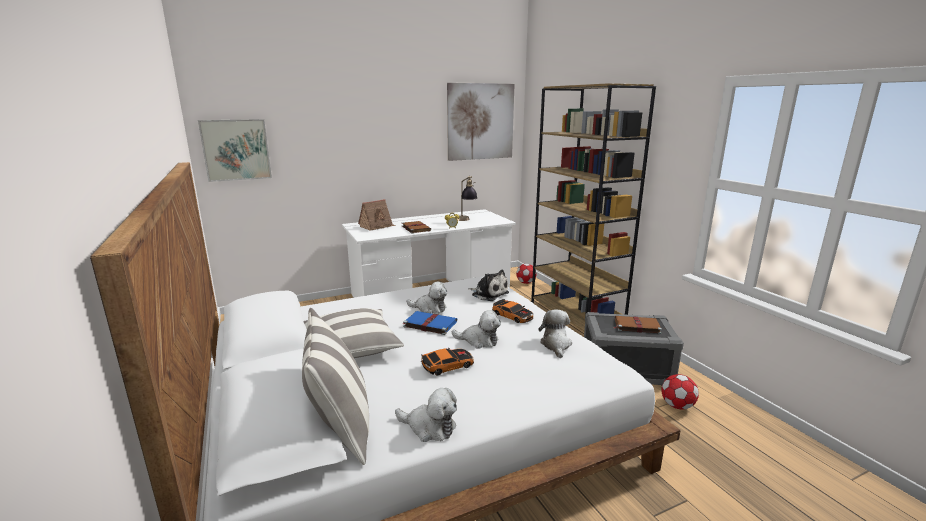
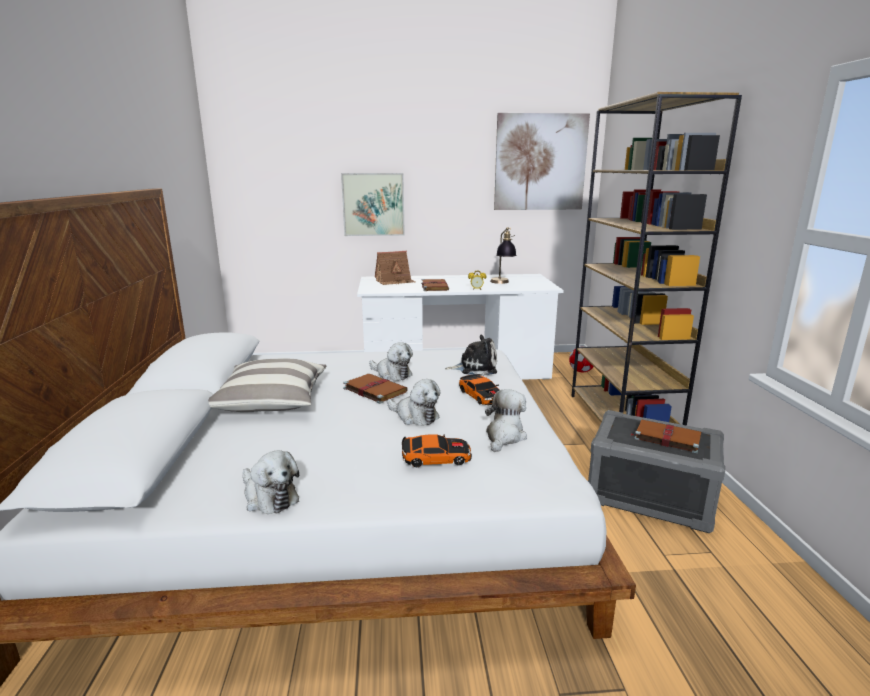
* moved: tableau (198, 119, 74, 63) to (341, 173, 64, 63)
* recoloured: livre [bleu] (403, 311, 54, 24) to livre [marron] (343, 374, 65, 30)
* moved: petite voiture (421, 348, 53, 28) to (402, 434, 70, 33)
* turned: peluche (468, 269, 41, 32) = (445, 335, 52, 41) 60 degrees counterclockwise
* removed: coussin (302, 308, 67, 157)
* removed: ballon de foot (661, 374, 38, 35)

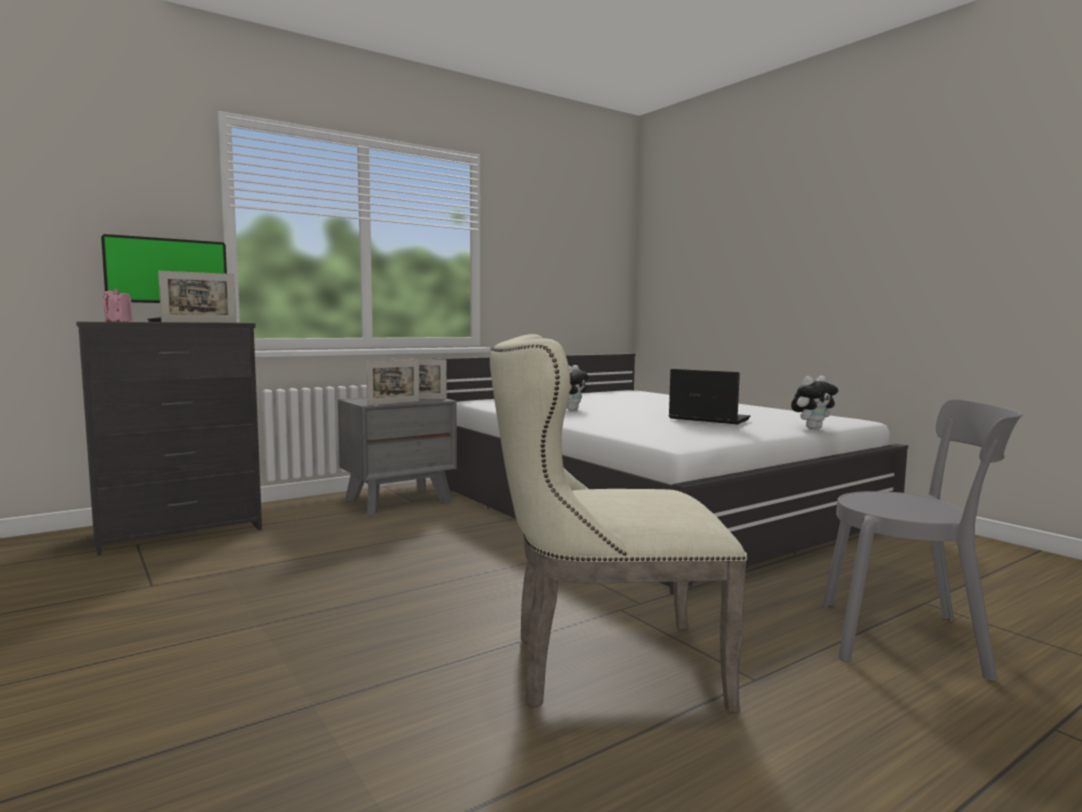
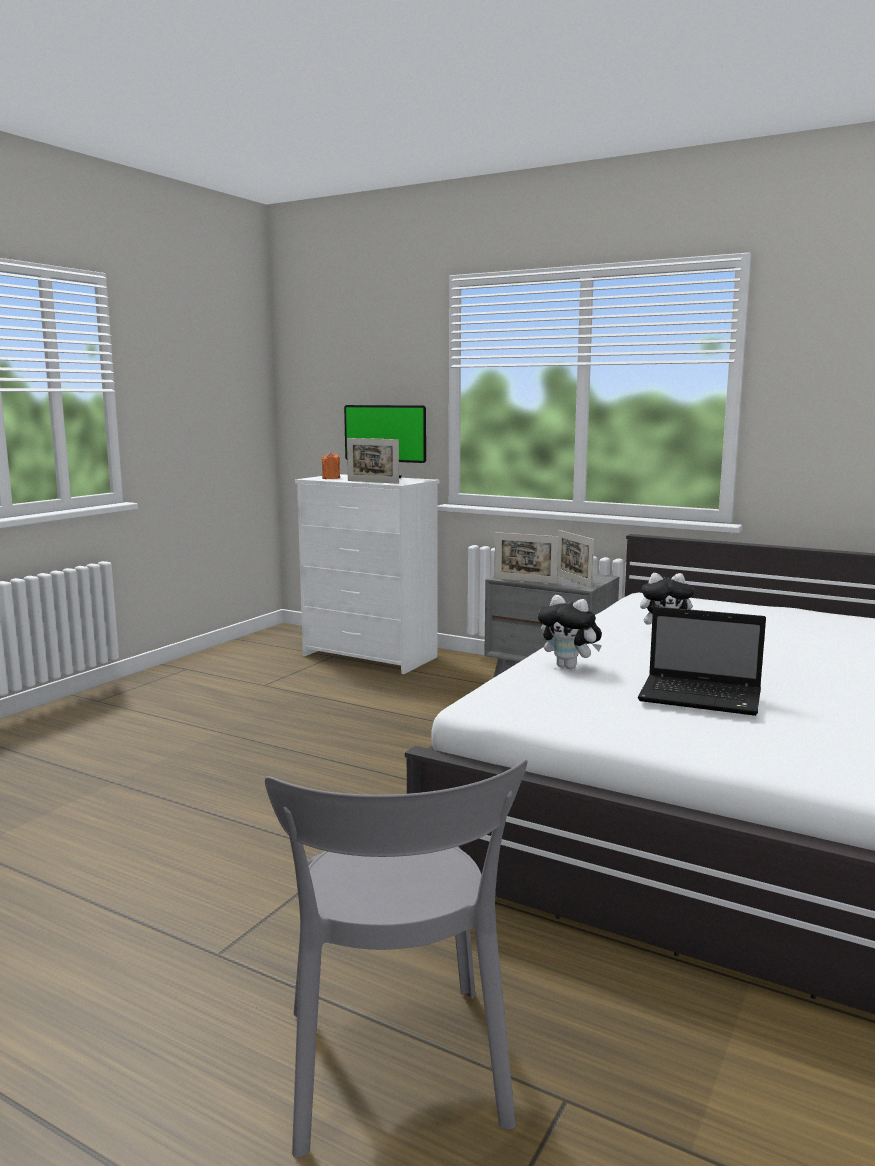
* recoloured: commode [noir] (76, 322, 186, 234) to commode [blanc] (295, 474, 145, 200)
* recoloured: bougie [rose] (102, 288, 31, 34) to bougie [orange] (321, 451, 19, 28)
* moved: peluche (791, 376, 47, 53) to (538, 595, 64, 74)
* turned: ordinateur portable (669, 369, 81, 55) = (638, 607, 128, 109) 105 degrees clockwise
* removed: chaise [beige] (490, 334, 258, 378)

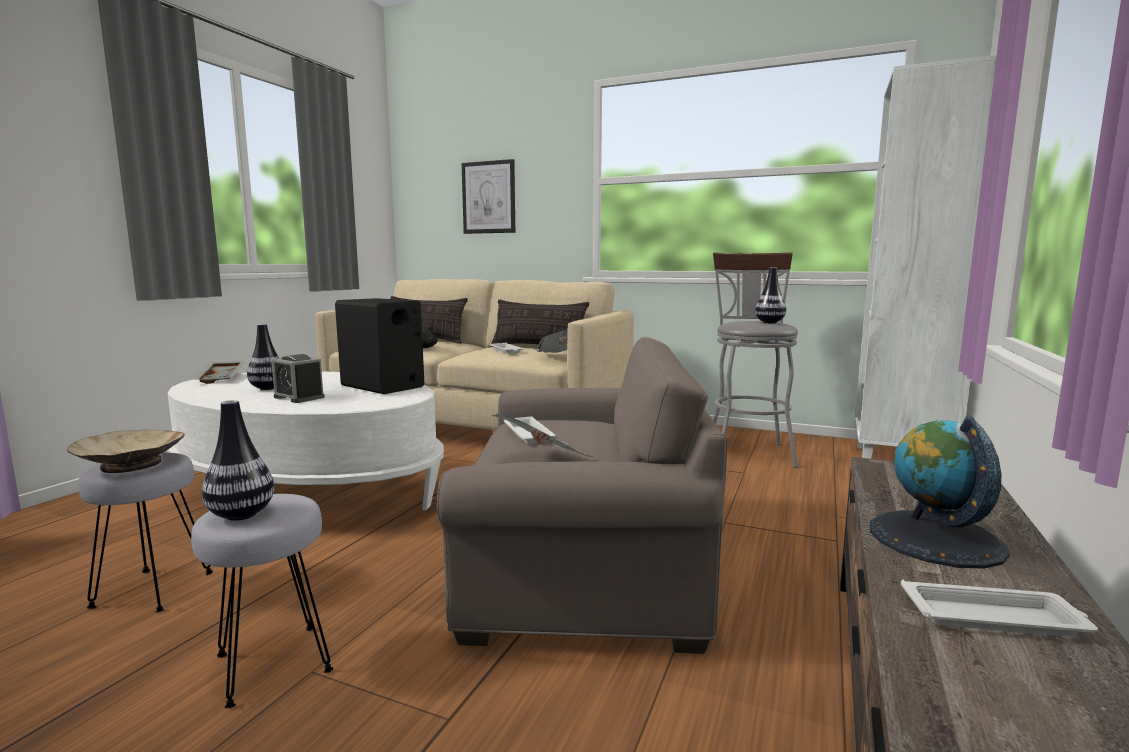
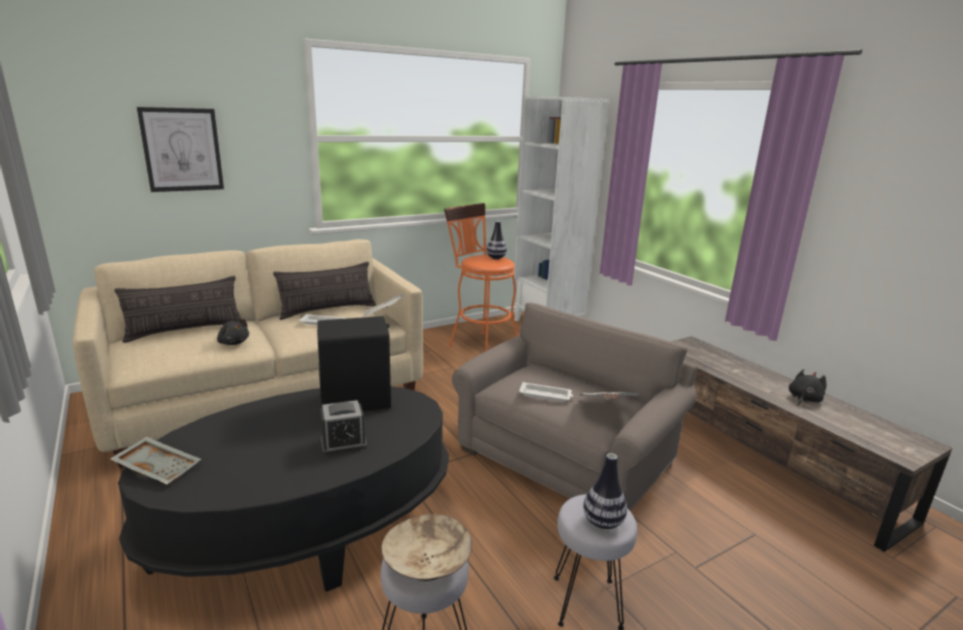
* recoloured: table basse [blanc] (167, 371, 277, 139) to table basse [noir] (118, 386, 331, 206)
* recoloured: tabouret [gris] (713, 253, 85, 215) to tabouret [orange] (444, 203, 74, 148)
* replaced: plateau [blanc] (901, 580, 197, 57) to peluche [noir] (789, 369, 37, 37)
* removed: vase (247, 324, 33, 66)
* removed: globe (870, 416, 140, 153)

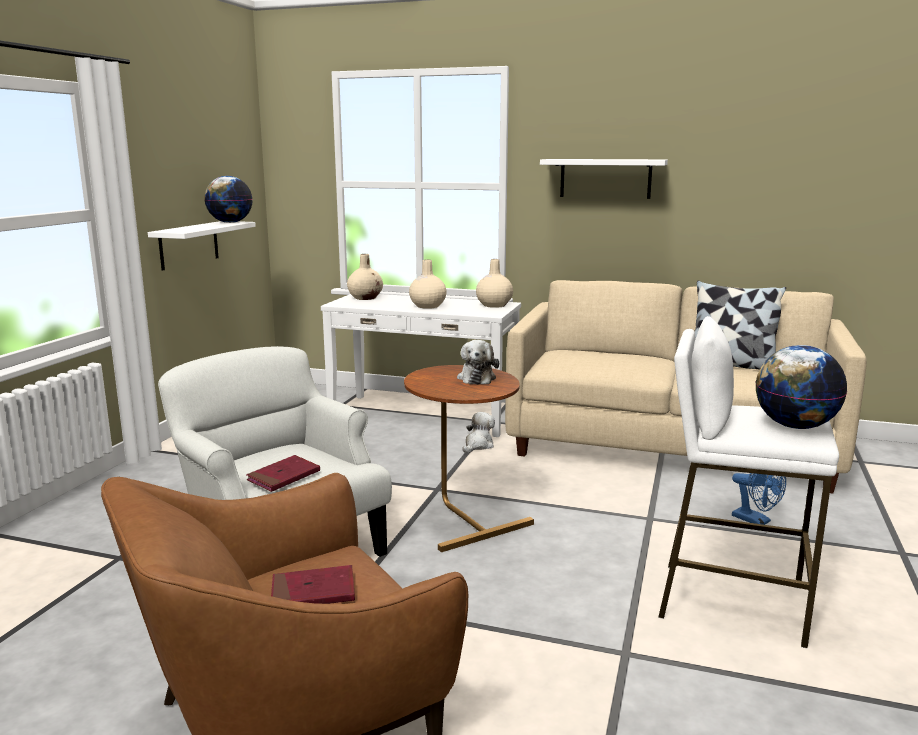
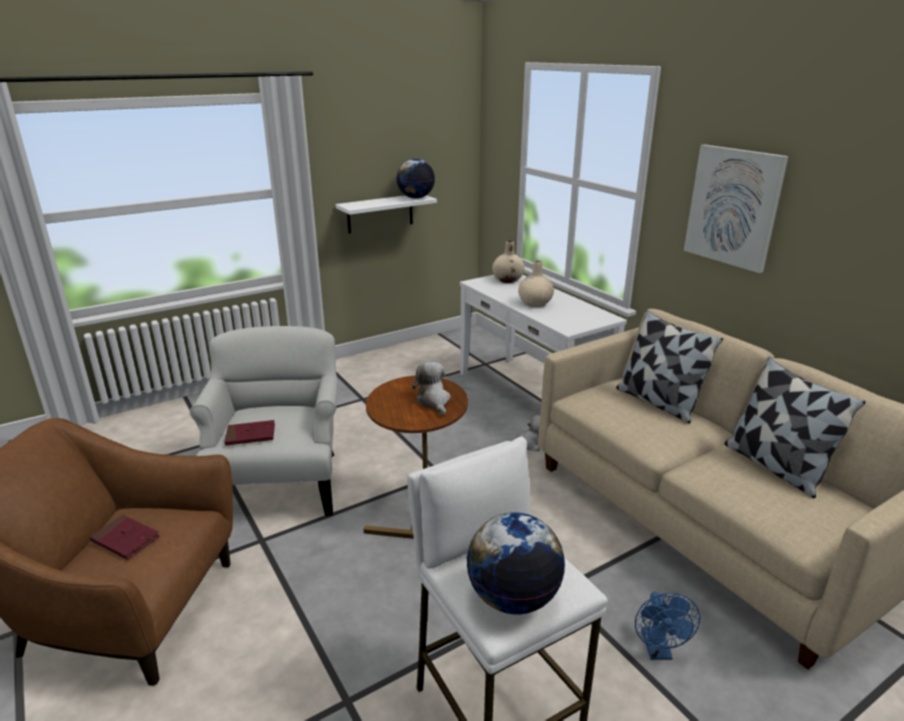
* turned: peluche (457, 340, 42, 44) = (412, 362, 39, 53) 120 degrees clockwise
* added: coussin (616, 310, 107, 114)
* replaced: étagère [blanc] (540, 159, 128, 40) to tableau (684, 145, 104, 128)
* removed: vase [beige] (476, 259, 37, 49)

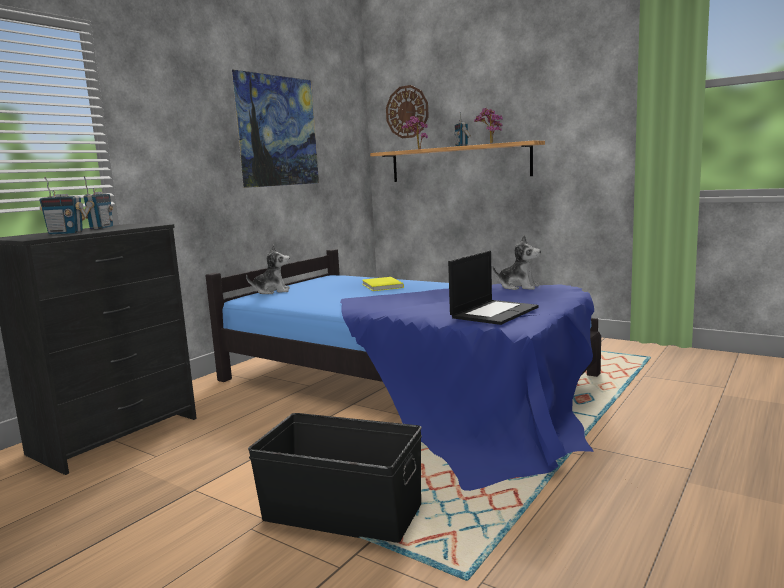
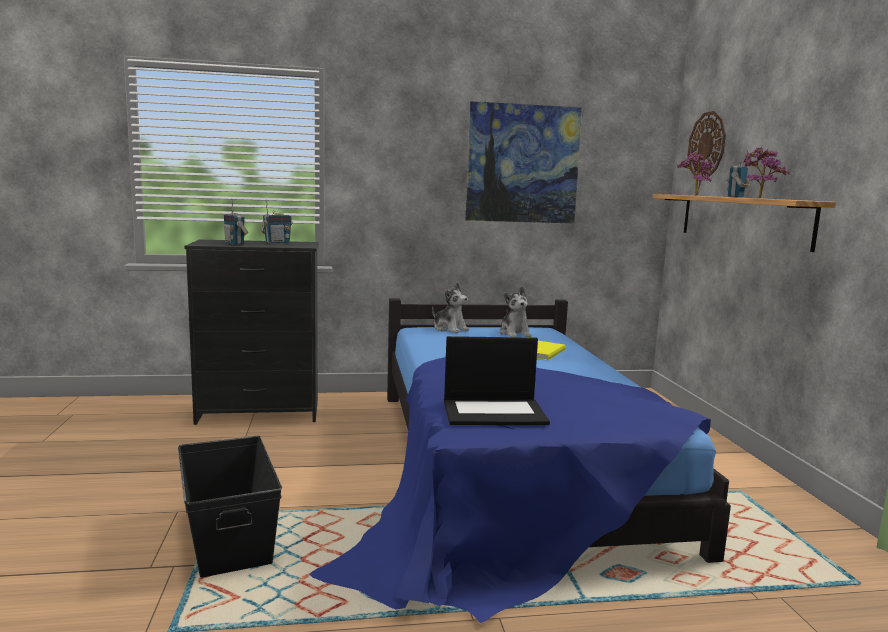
* moved: peluche (493, 235, 48, 55) to (499, 286, 32, 51)

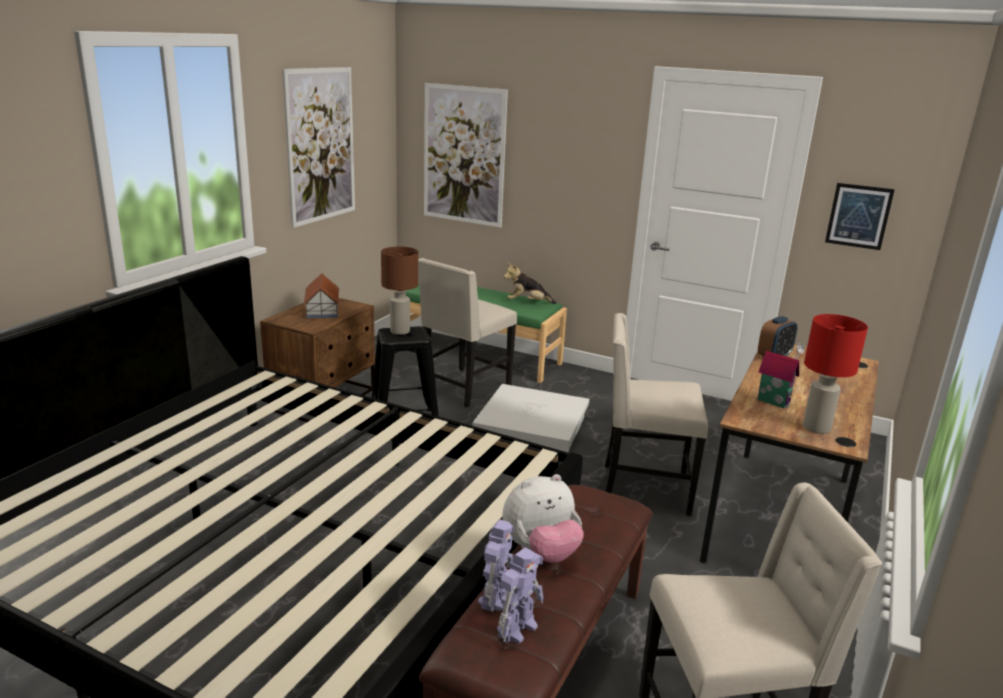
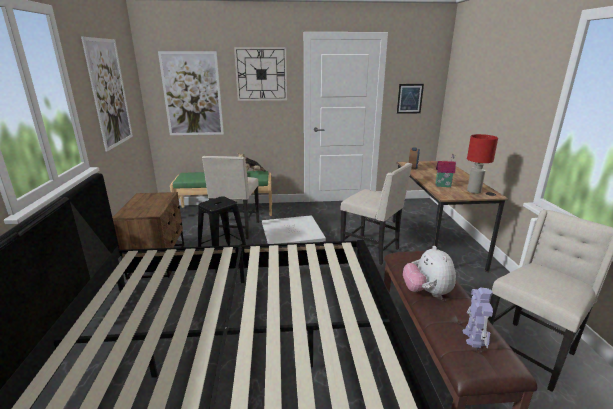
* added: horloge murale (234, 47, 53, 54)
* turned: chaise [beige] (605, 313, 103, 203) = (340, 163, 72, 102) 120 degrees counterclockwise
* turned: peluche (503, 474, 81, 89) = (403, 246, 53, 51) 135 degrees clockwise
* removed: maison miniature (303, 273, 36, 46)
* removed: lampe de table [marron] (381, 246, 37, 89)
* removed: robot jouet (478, 520, 36, 92)

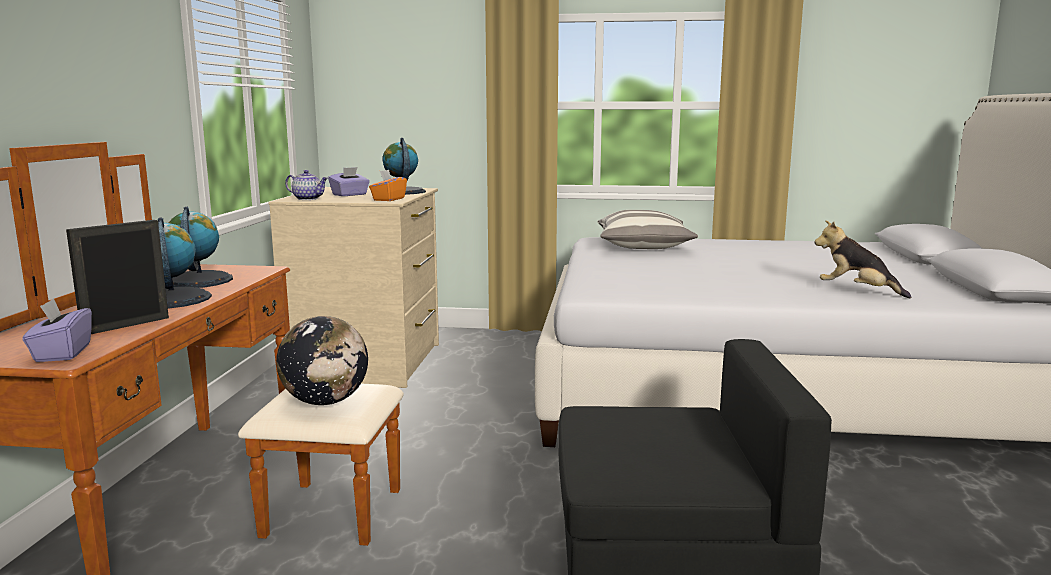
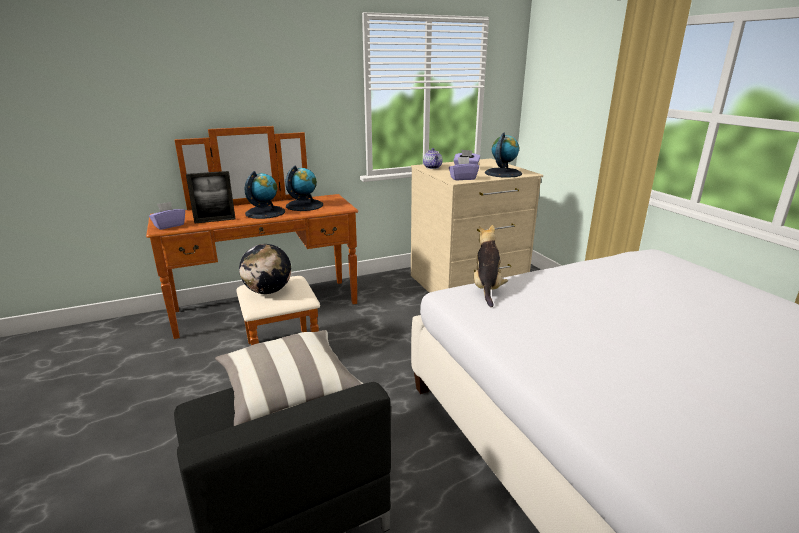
* turned: cadre photo (66, 220, 103, 114) = (186, 171, 49, 53) 150 degrees clockwise
* moved: coussin (598, 210, 100, 39) to (215, 330, 148, 96)
* recoloured: boîte à mouchoirs [orange] (369, 170, 38, 31) to boîte à mouchoirs [violet] (449, 157, 30, 23)
* moved: peluche (814, 220, 97, 78) to (474, 225, 34, 82)

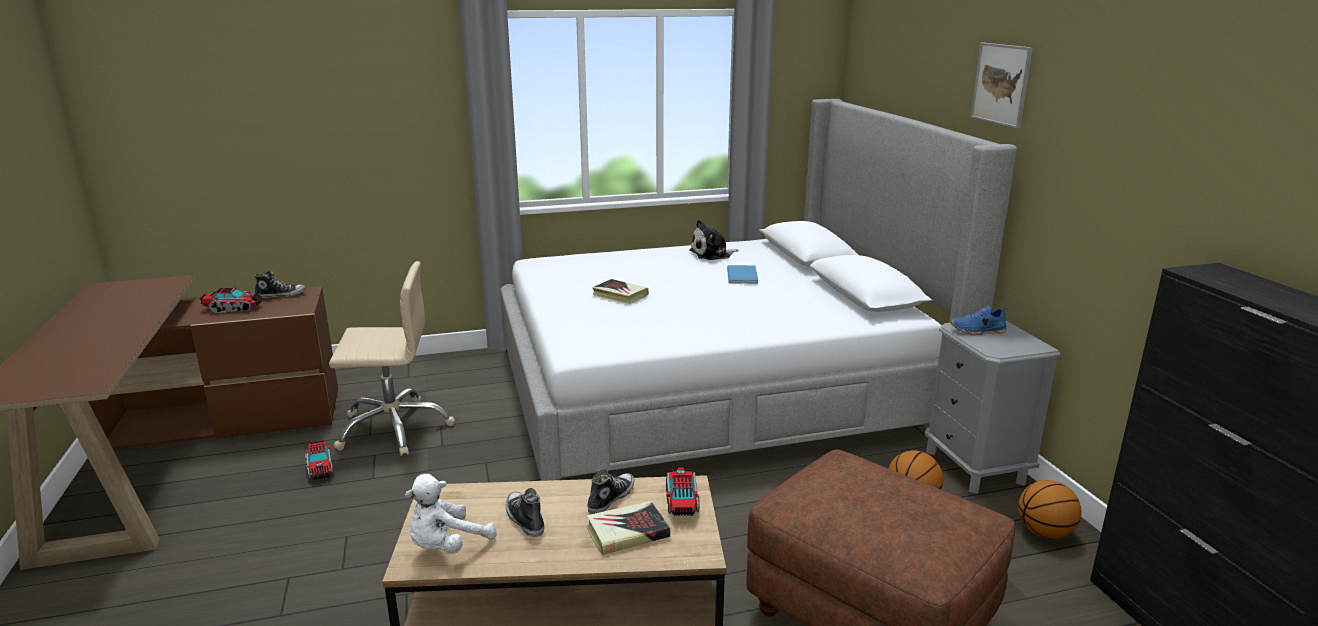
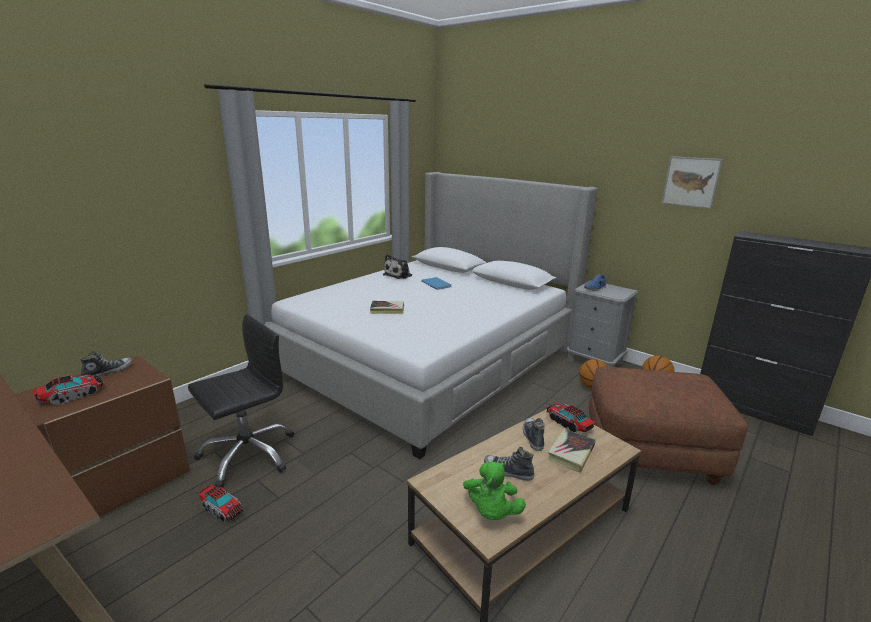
* recoloured: chaise de bureau [beige] (329, 261, 126, 195) to chaise de bureau [noir] (188, 314, 106, 174)
* recoloured: peluche [blanc] (405, 474, 92, 80) to peluche [vert] (463, 461, 63, 59)
* moved: tableau (971, 43, 62, 86) to (662, 156, 61, 53)

